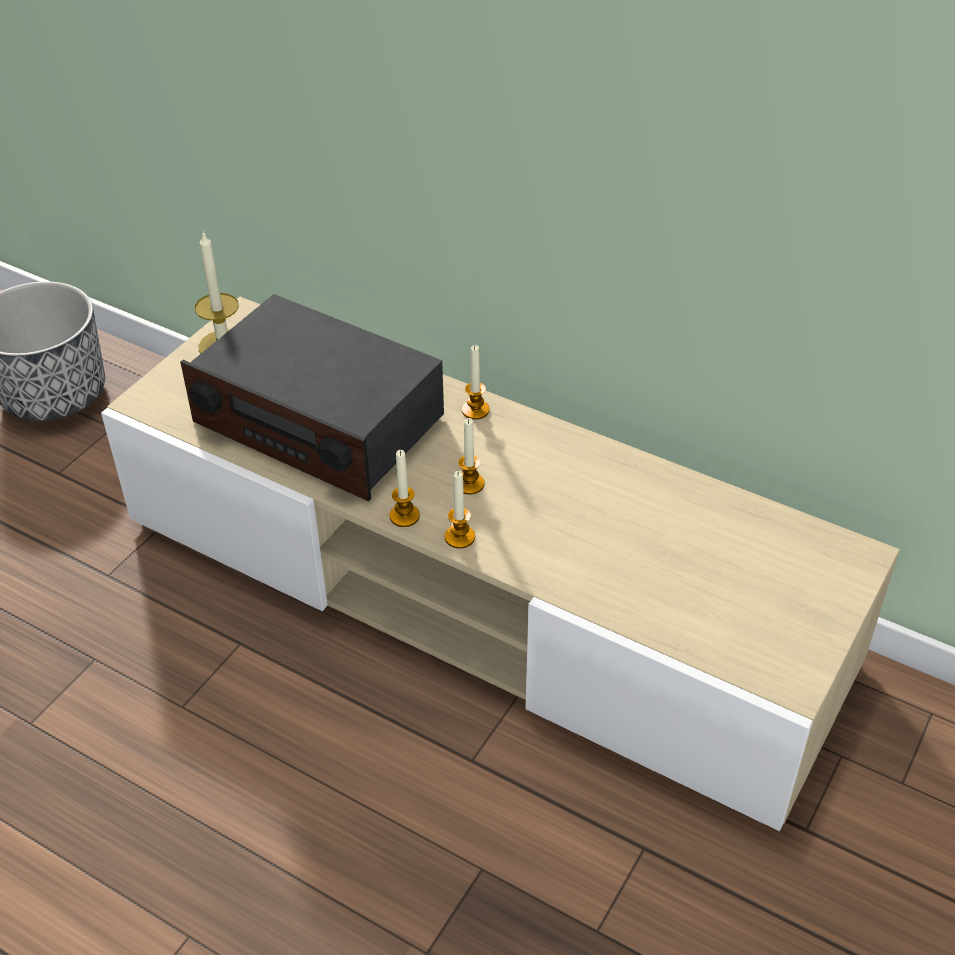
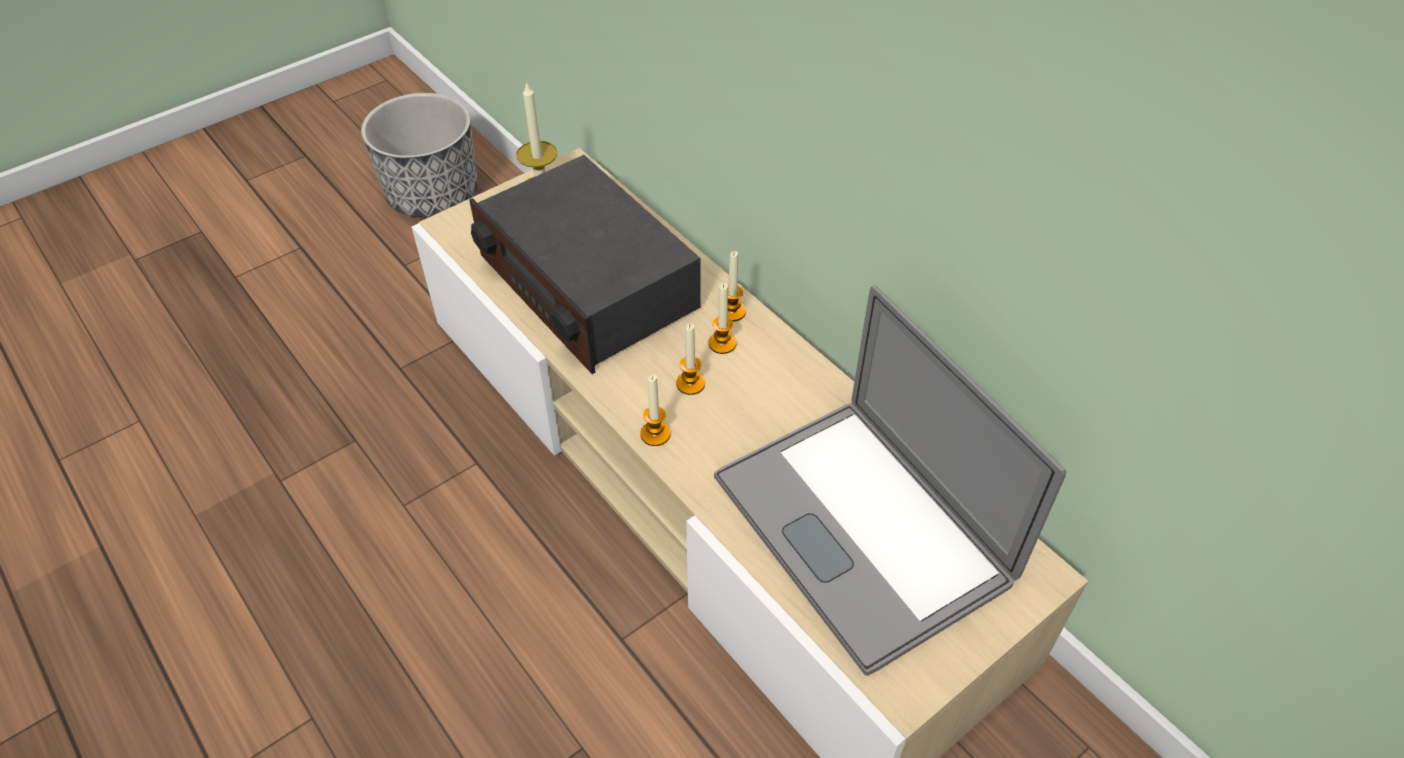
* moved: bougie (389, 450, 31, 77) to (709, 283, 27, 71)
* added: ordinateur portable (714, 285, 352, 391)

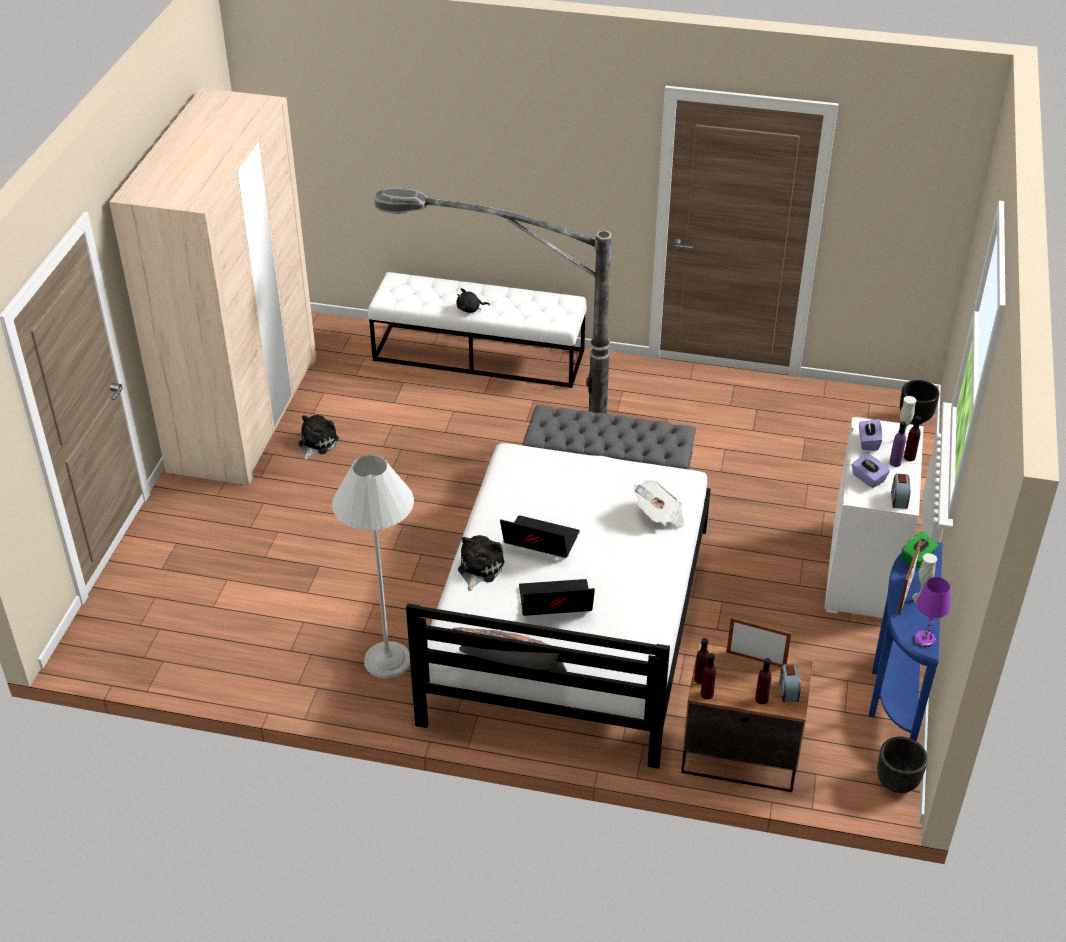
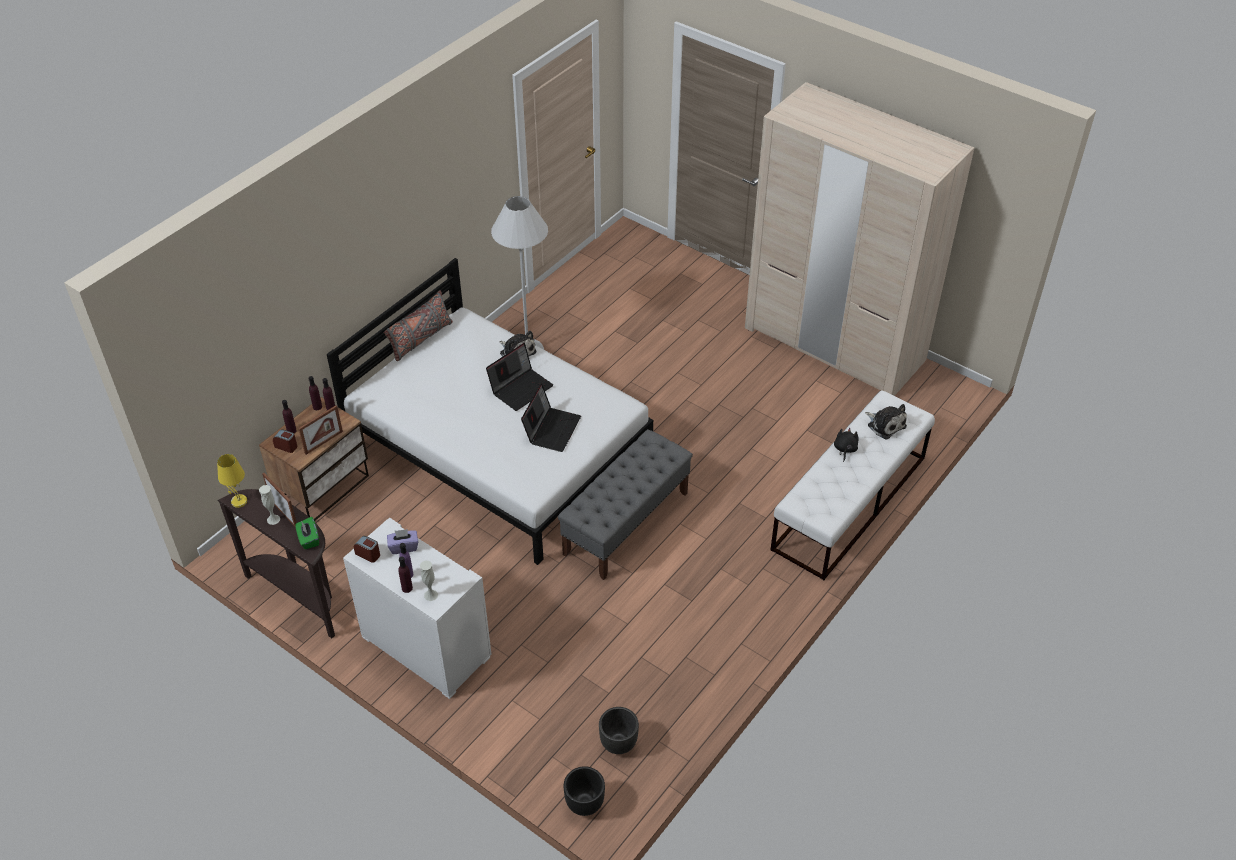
* recoloured: lampe de table [violet] (915, 577, 35, 70) to lampe de table [jaune] (217, 454, 30, 54)
* recoloured: table console [bleu] (869, 543, 74, 198) to table console [marron] (218, 489, 117, 149)
* moved: ordinateur portable (519, 579, 76, 37) to (521, 383, 60, 69)
* moved: cache-pot [noir] (877, 737, 51, 56) to (599, 707, 40, 47)
* moved: peluche (298, 415, 41, 45) to (865, 404, 42, 36)
* removed: lampadaire (374, 188, 237, 226)
* removed: journal (634, 481, 50, 46)
* removed: boîte à mouchoirs [violet] (859, 419, 23, 32)

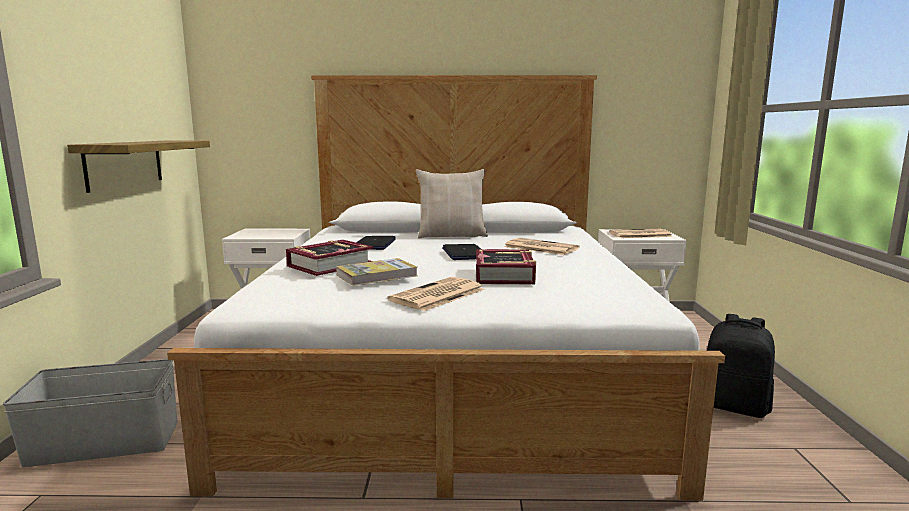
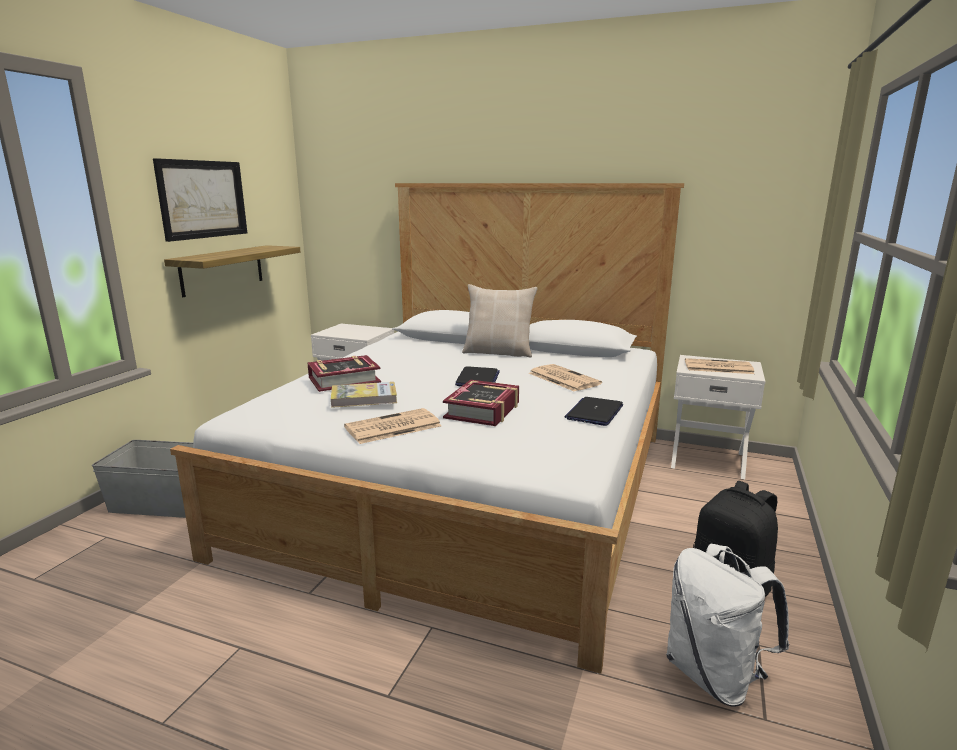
* added: tableau (153, 158, 94, 84)
* moved: ordinateur portable (356, 236, 40, 14) to (565, 397, 58, 29)
* added: sac à dos [blanc] (666, 544, 123, 163)

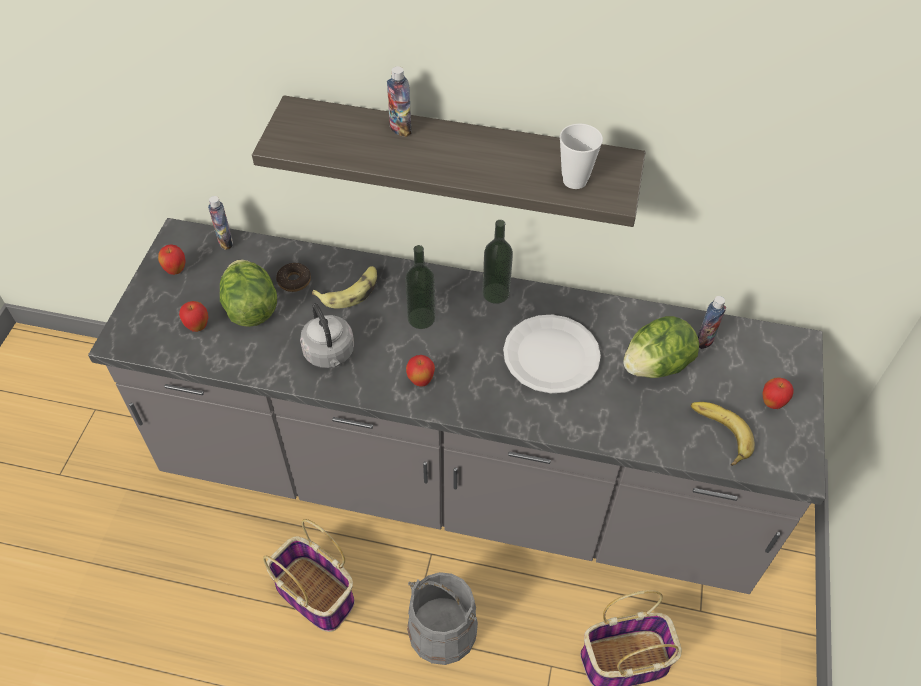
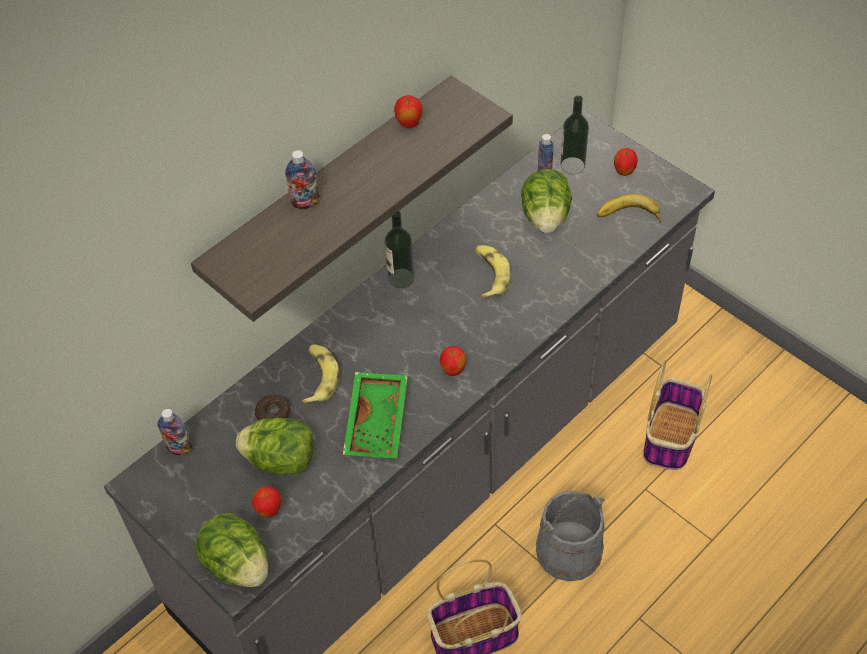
* added: laitue (196, 513, 72, 74)
* replaced: bouilloire [gris] (300, 303, 54, 65) to plateau [vert] (343, 372, 65, 86)
* moved: pomme (158, 245, 28, 30) to (394, 95, 29, 33)
* replaced: assiette [blanc] (503, 315, 98, 78) to banane (475, 245, 36, 54)
* moved: bouteille (405, 245, 30, 84) to (560, 96, 29, 79)
* removed: tasse (560, 124, 43, 65)

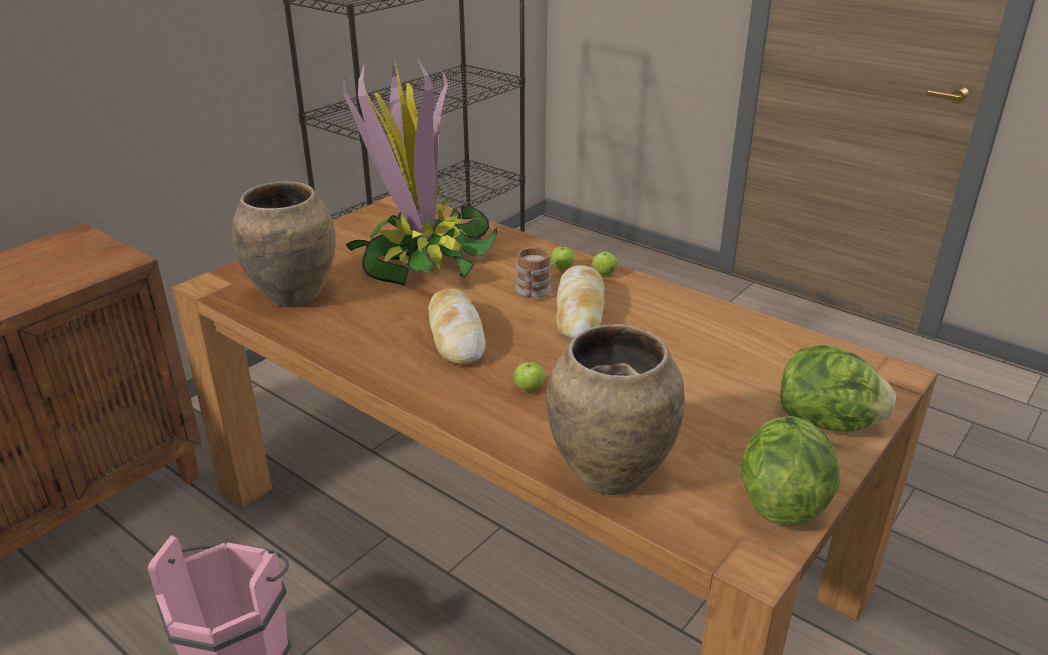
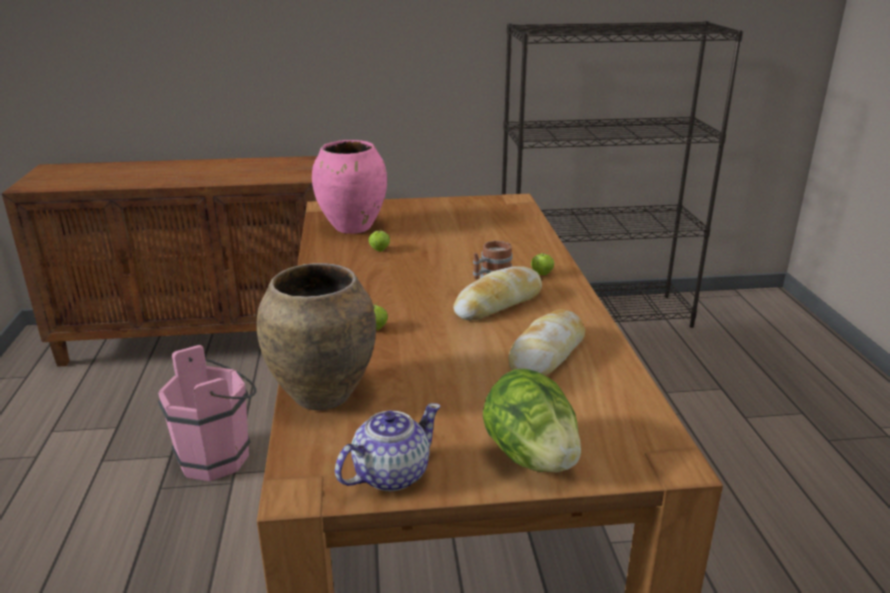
* recoloured: vase [marron] (232, 181, 104, 126) to vase [rose] (312, 140, 75, 94)
* replaced: laitue (740, 416, 100, 110) to théière (335, 403, 106, 88)
* moved: pomme (592, 249, 26, 27) to (369, 229, 21, 23)
* moved: pain (428, 288, 58, 77) to (509, 309, 76, 67)
* removed: plante en pot (343, 58, 154, 228)

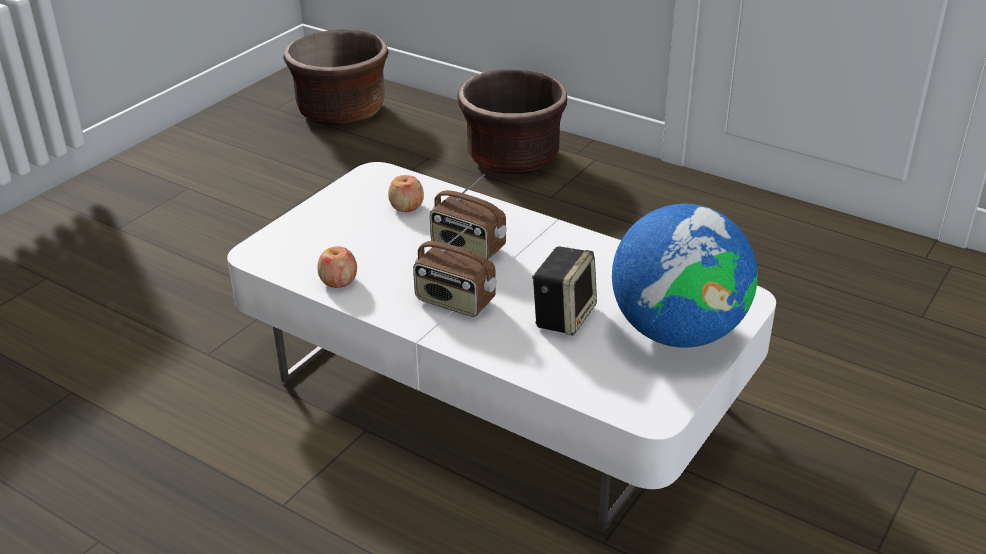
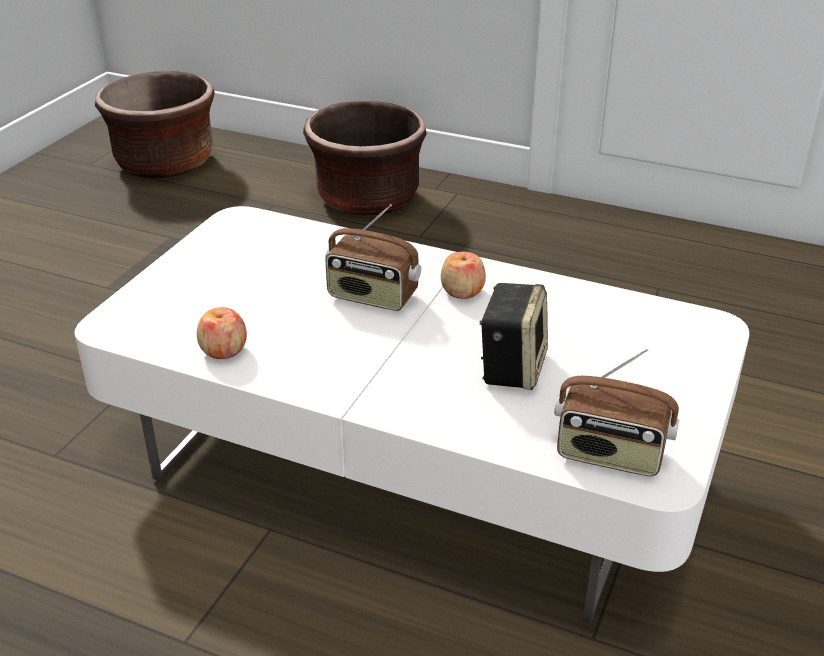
* moved: pomme (388, 175, 36, 37) to (440, 252, 46, 47)
* moved: radio (413, 224, 84, 93) to (554, 349, 125, 127)
* removed: globe (612, 204, 146, 144)

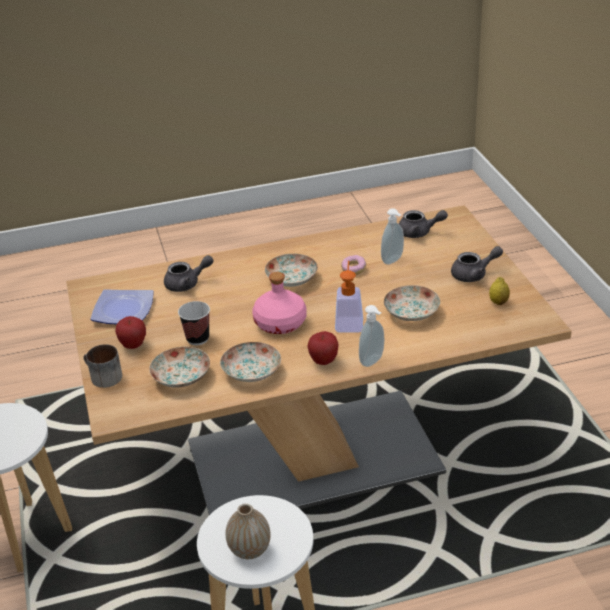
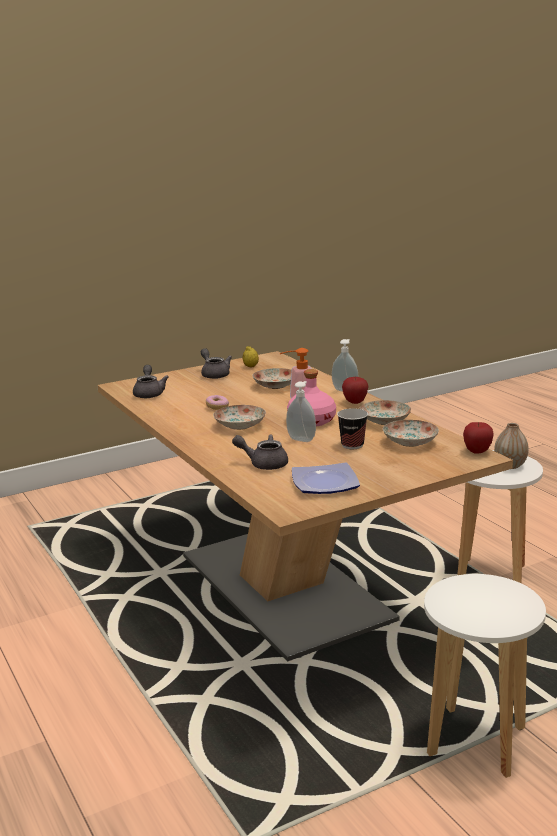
* turned: théière [gris] (164, 255, 49, 37) = (232, 435, 56, 35) 45 degrees counterclockwise
* moved: distributeur de savon (381, 208, 23, 57) to (286, 381, 30, 61)
* moved: pomme (115, 316, 31, 33) to (463, 422, 31, 32)
* removed: mug (83, 344, 39, 44)

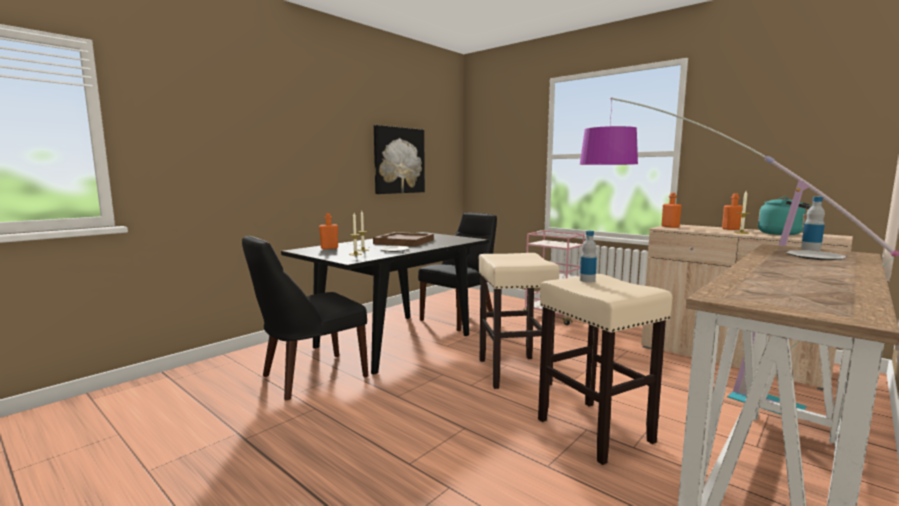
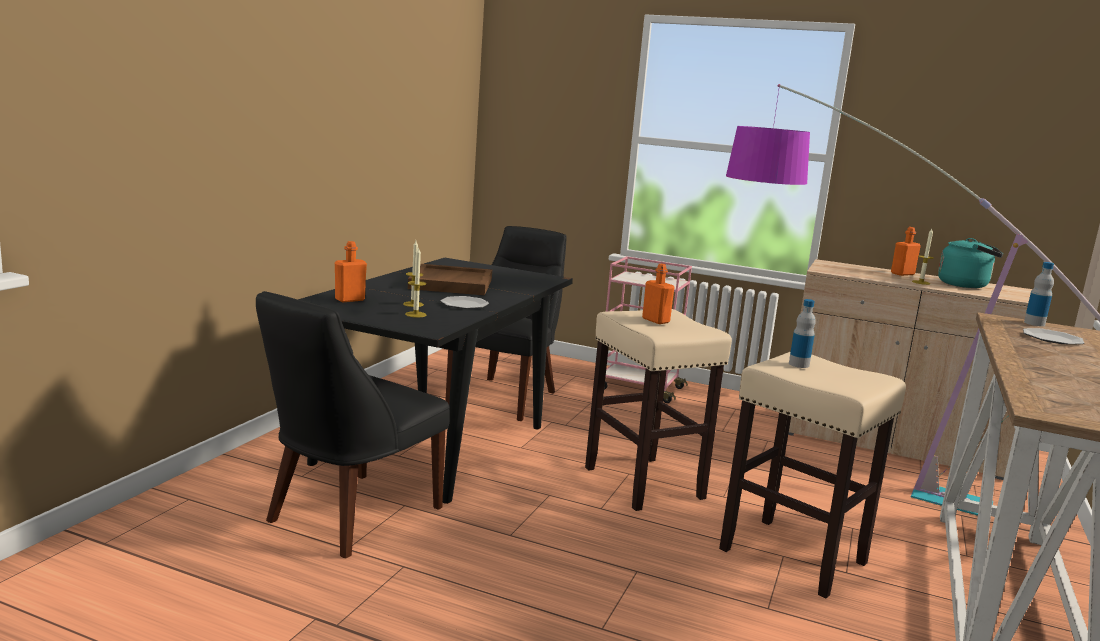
* moved: bouteille [orange] (662, 193, 20, 35) to (642, 264, 33, 60)
* removed: tableau (374, 125, 51, 69)

